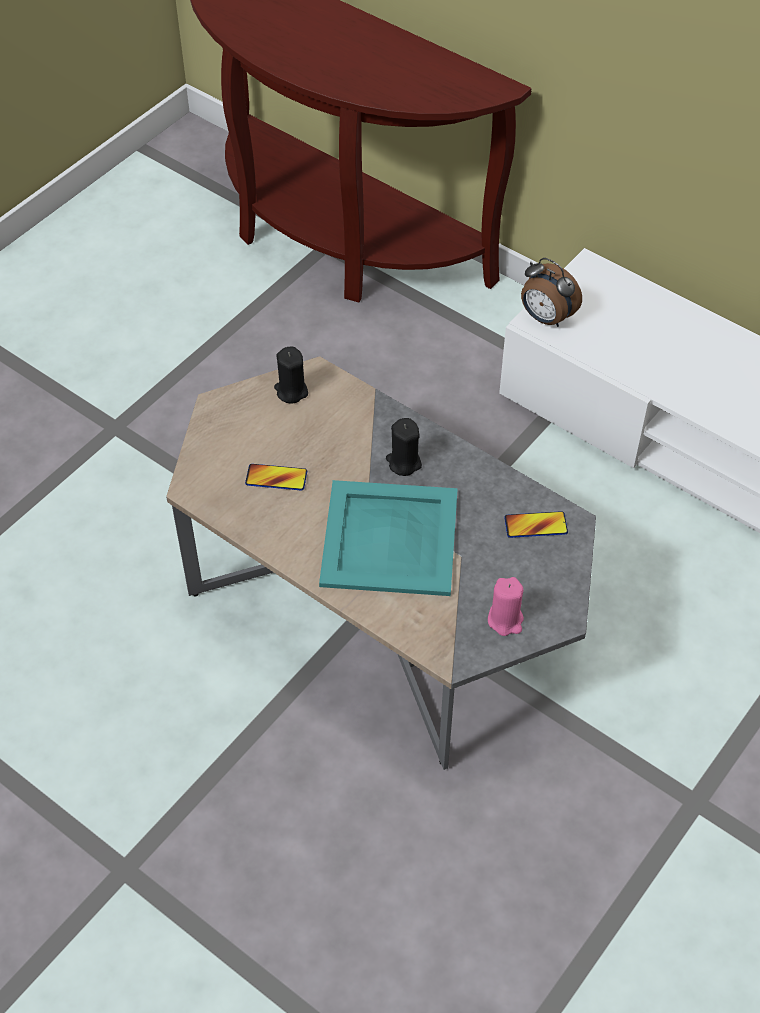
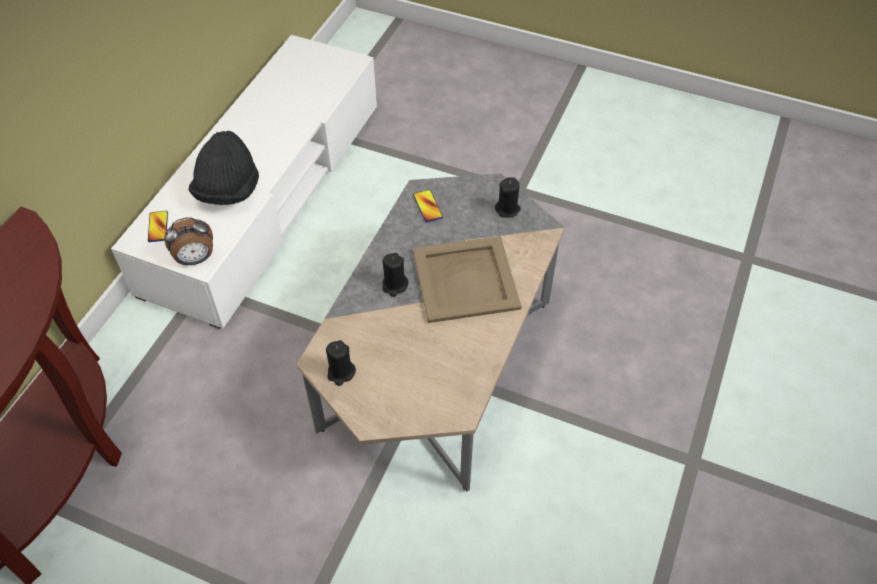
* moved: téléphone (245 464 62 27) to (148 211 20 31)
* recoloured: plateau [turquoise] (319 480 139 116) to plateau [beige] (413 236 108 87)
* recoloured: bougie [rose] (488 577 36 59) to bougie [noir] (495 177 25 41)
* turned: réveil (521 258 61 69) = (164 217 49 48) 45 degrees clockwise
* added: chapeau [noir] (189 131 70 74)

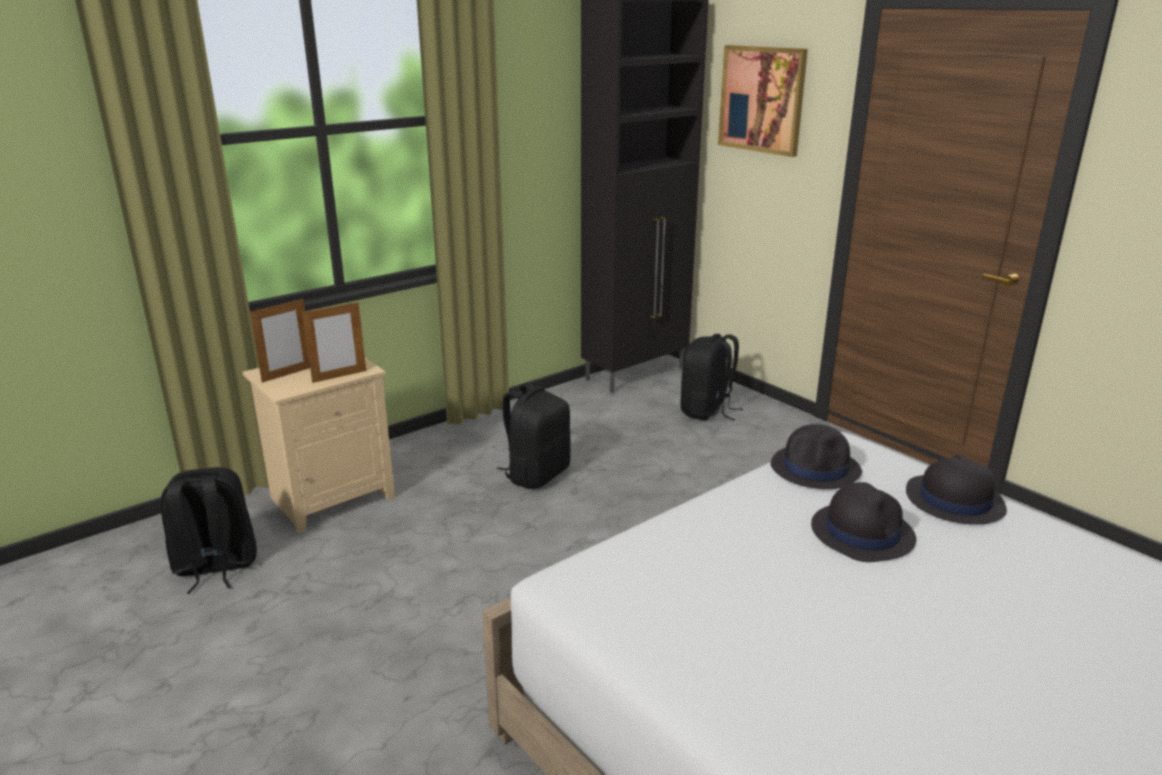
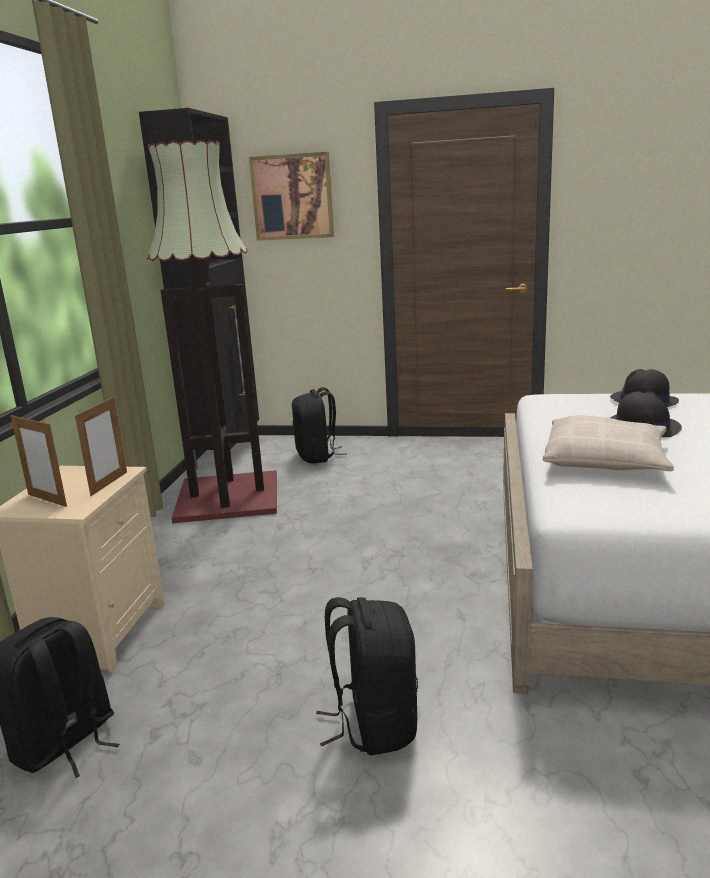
* turned: cadre photo (250 298 60 85) = (11 415 56 92) 120 degrees clockwise
* moved: sac à dos [noir] (497 382 74 107) to (316 597 102 158)
* removed: chapeau [noir] (771 424 91 65)
* added: lampadaire (147 140 130 383)
* added: coussin [beige] (543 415 131 56)

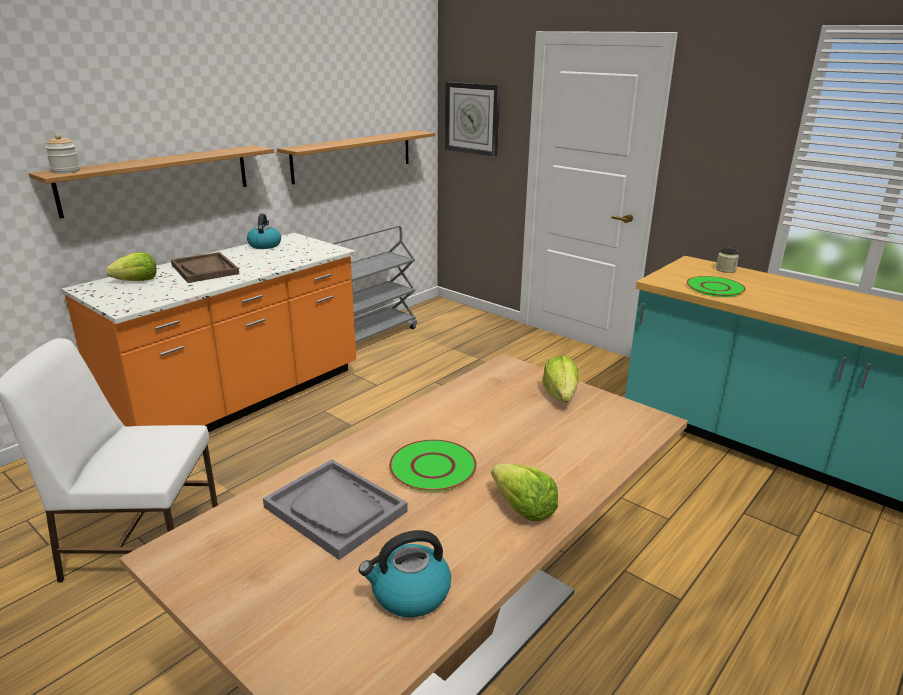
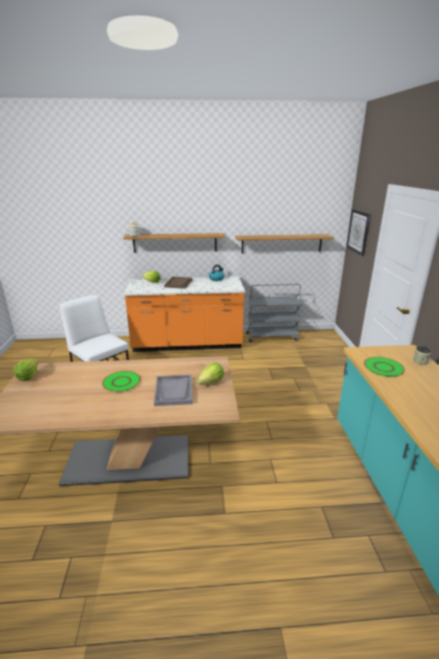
* moved: plateau [gris] (263 459 145 101) to (154 375 39 31)
* removed: bouilloire (359 530 92 88)
* moved: laitue (491 463 67 58) to (14 359 24 22)

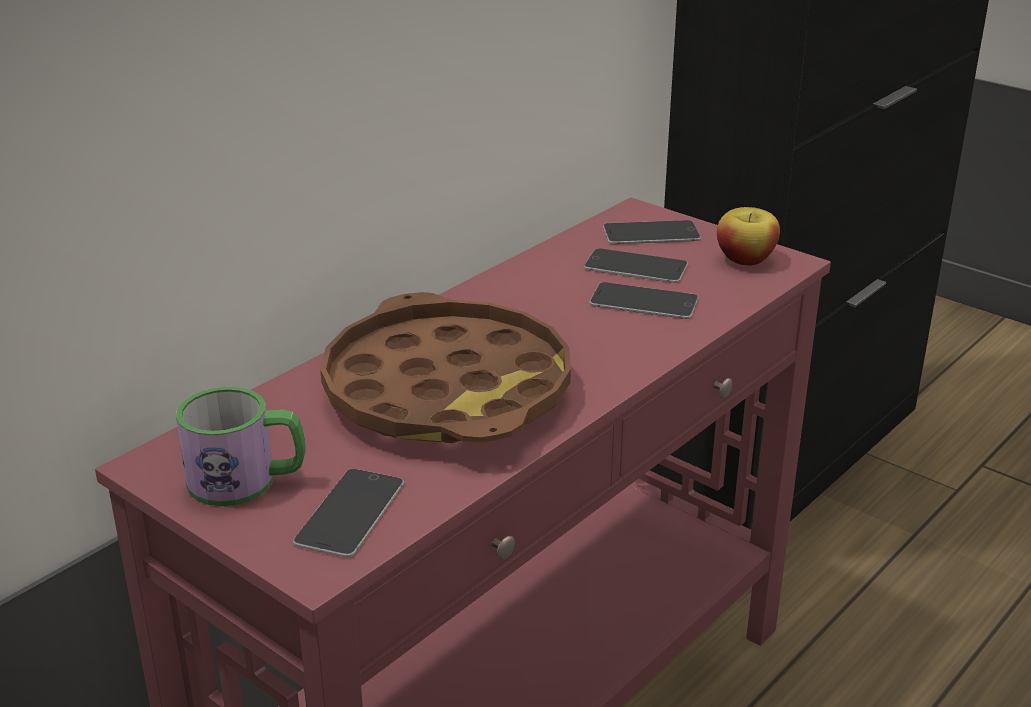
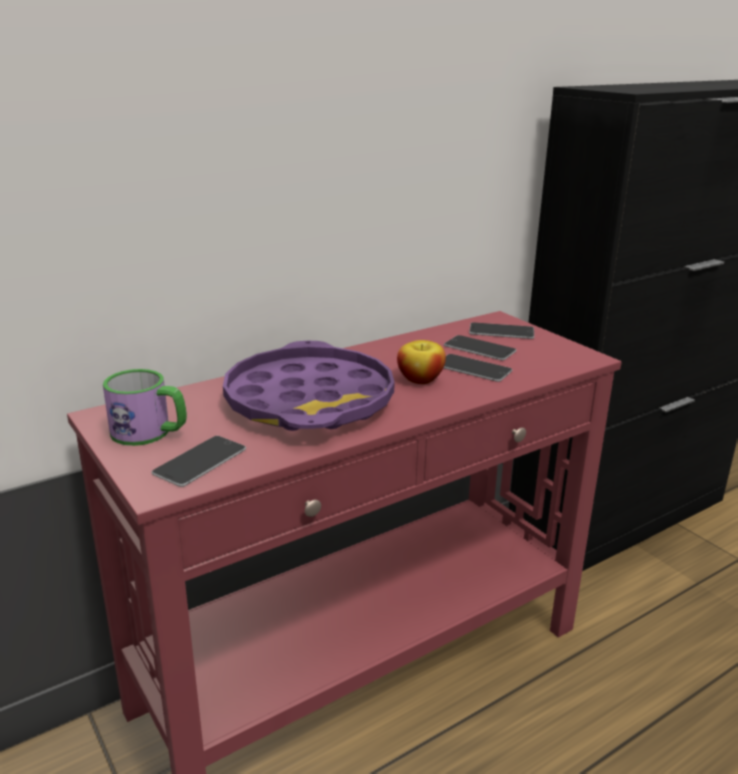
* recoloured: plateau [marron] (320 292 251 151) to plateau [violet] (223 341 172 90)
* moved: pomme (717 207 63 58) to (397 340 49 44)

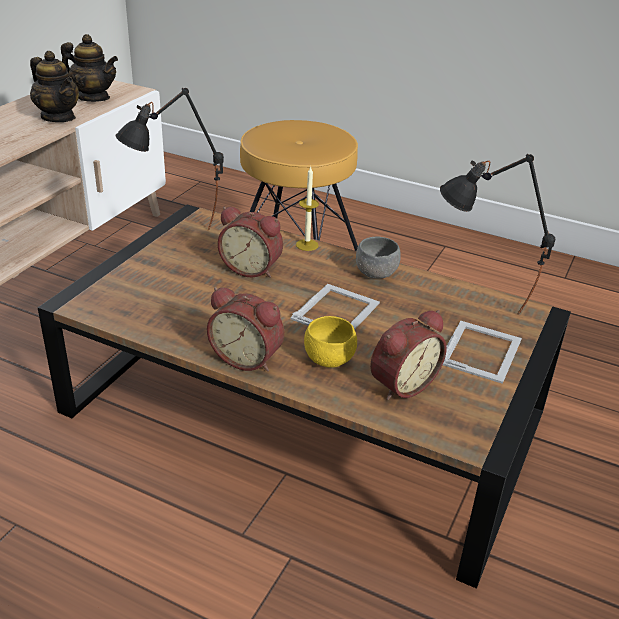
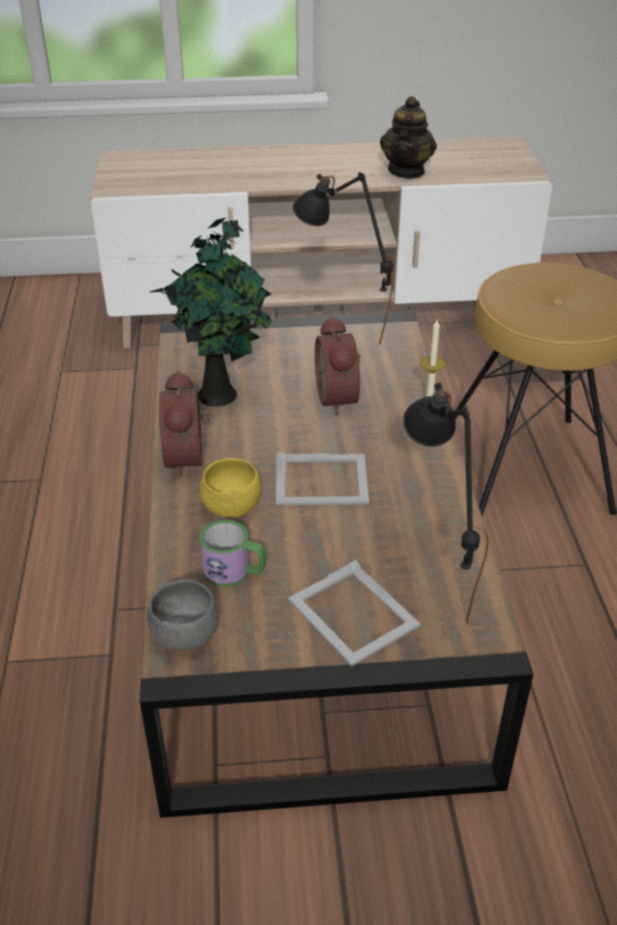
* removed: théière (61 34 57 68)
* moved: bol [gris] (356 237 45 42) to (147 579 71 72)
* replaced: réveil (370 310 77 90) to mug (200 520 67 66)
* turned: cadre photo (443 321 79 63) = (288 560 133 106) 60 degrees clockwise
* added: plante en pot (150 218 122 189)

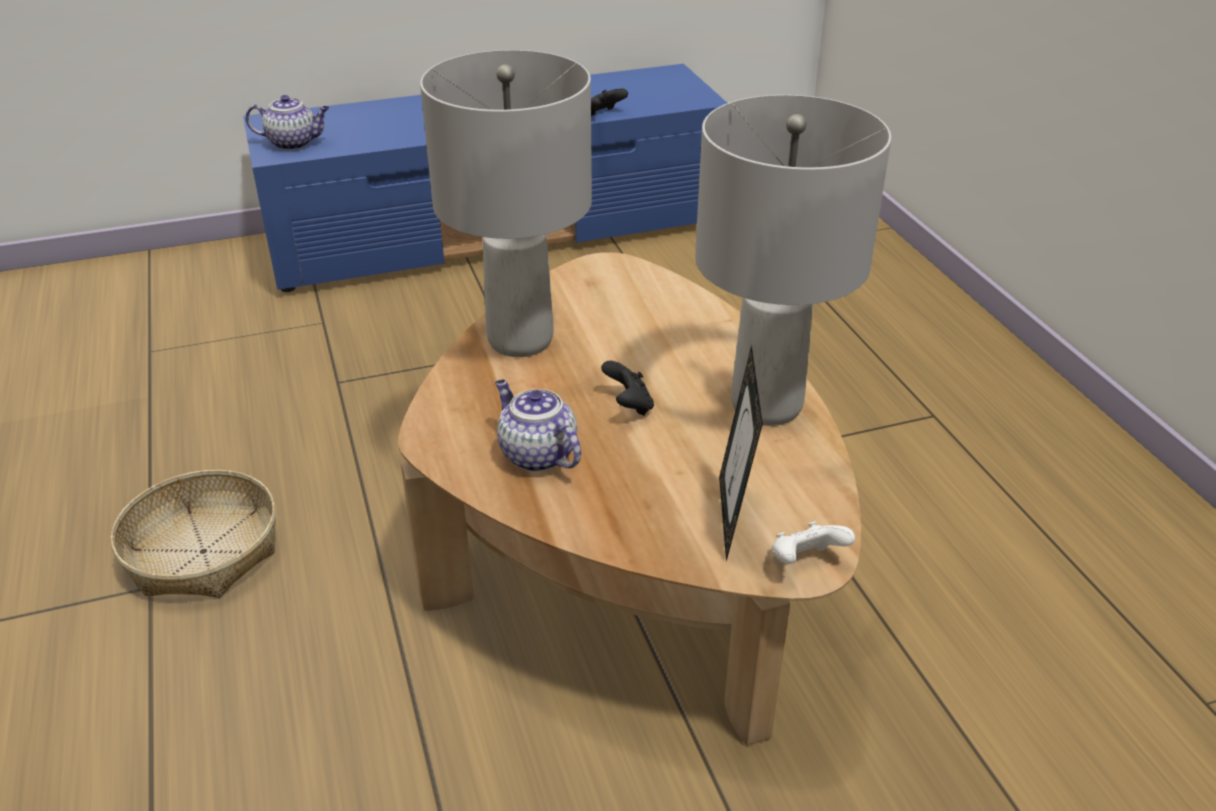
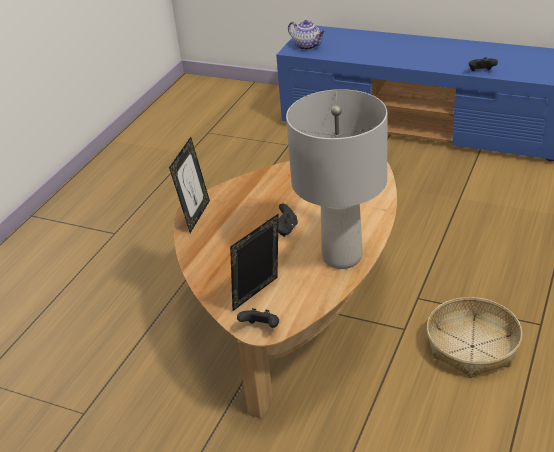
* moved: panier (111 470 165 128) to (427 297 96 81)
* removed: lampe de table [gris] (420 50 172 307)
* removed: théière (495 380 86 92)
* recoloured: manette [blanc] (772 521 83 43) to manette [noir] (237 308 42 20)
* added: cadre photo (169 137 41 96)

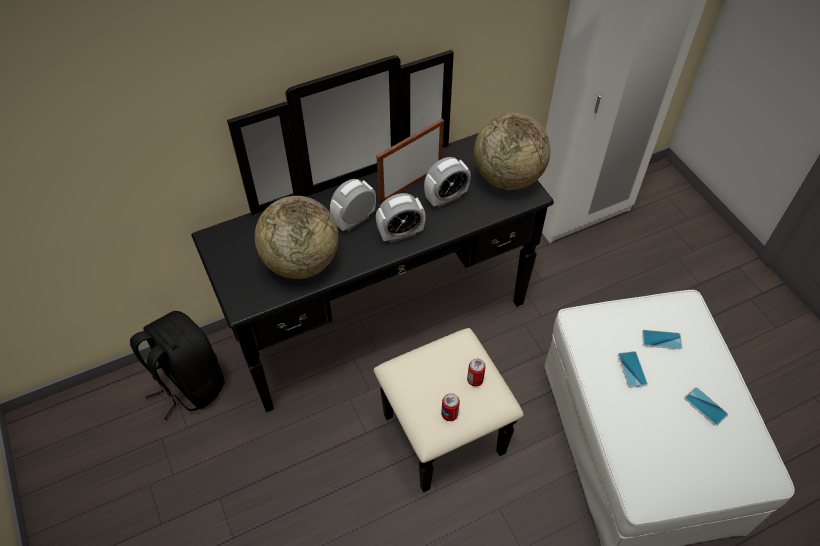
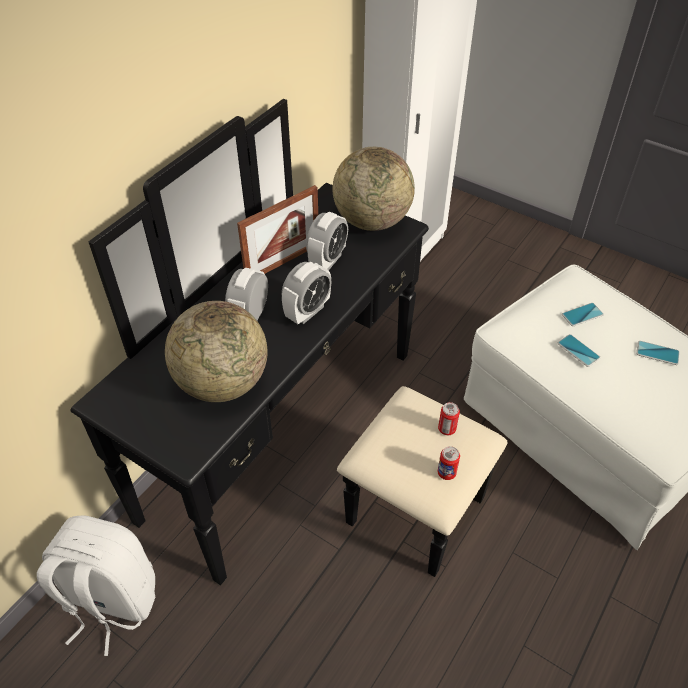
* recoloured: sac à dos [noir] (130 311 95 109) to sac à dos [blanc] (37 515 118 141)
* turned: cadre photo (376 119 68 85) = (237 185 81 89) 150 degrees counterclockwise

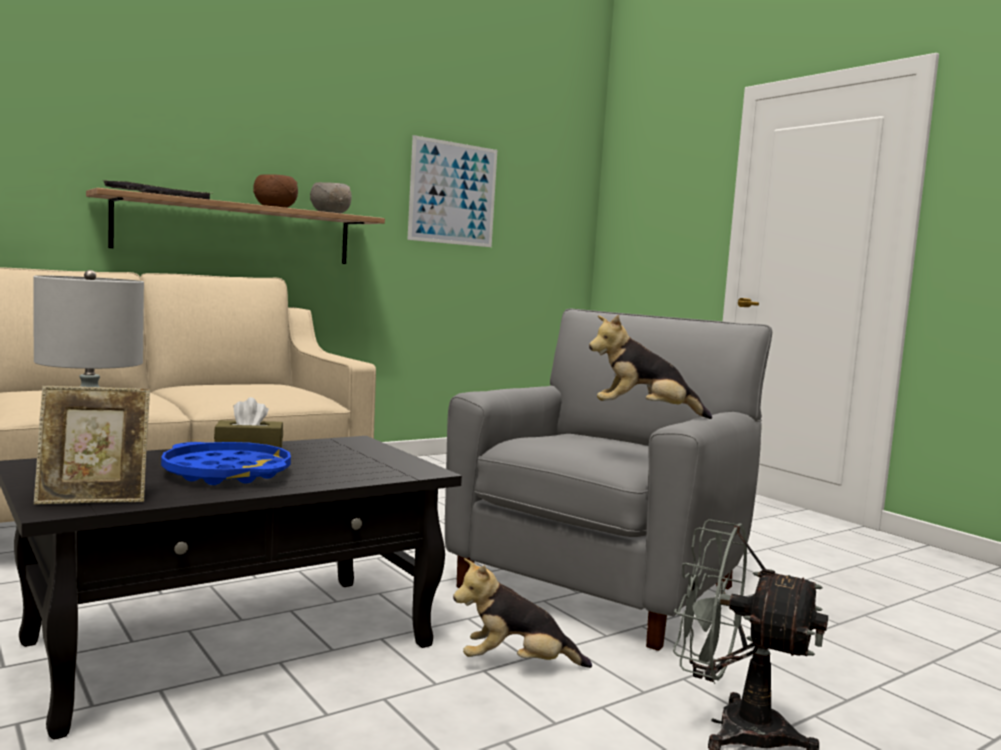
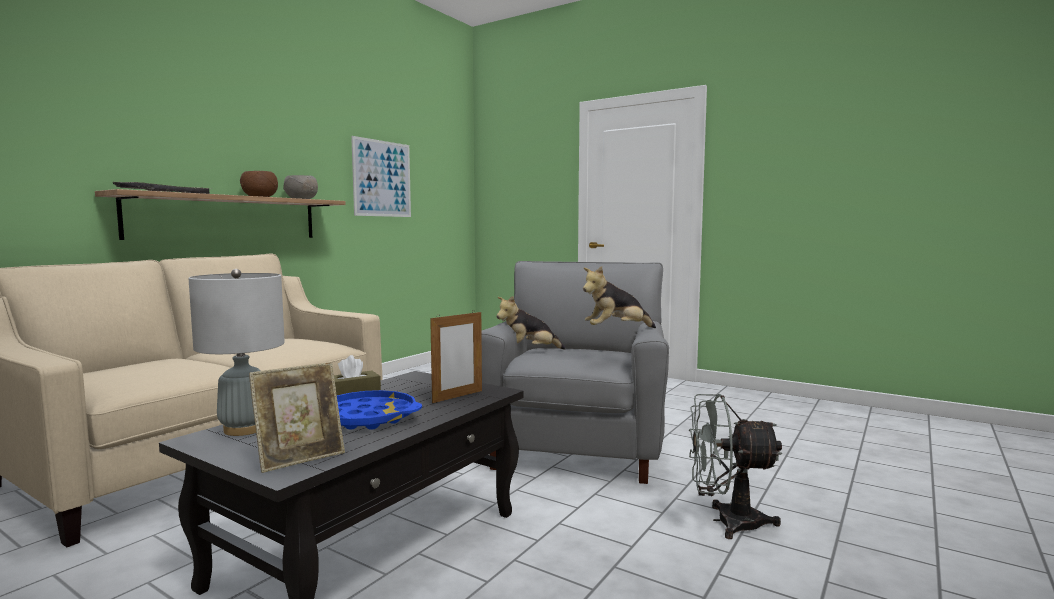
* moved: peluche (453 558 139 110) to (496 296 70 54)
* added: cadre photo (430 310 52 93)

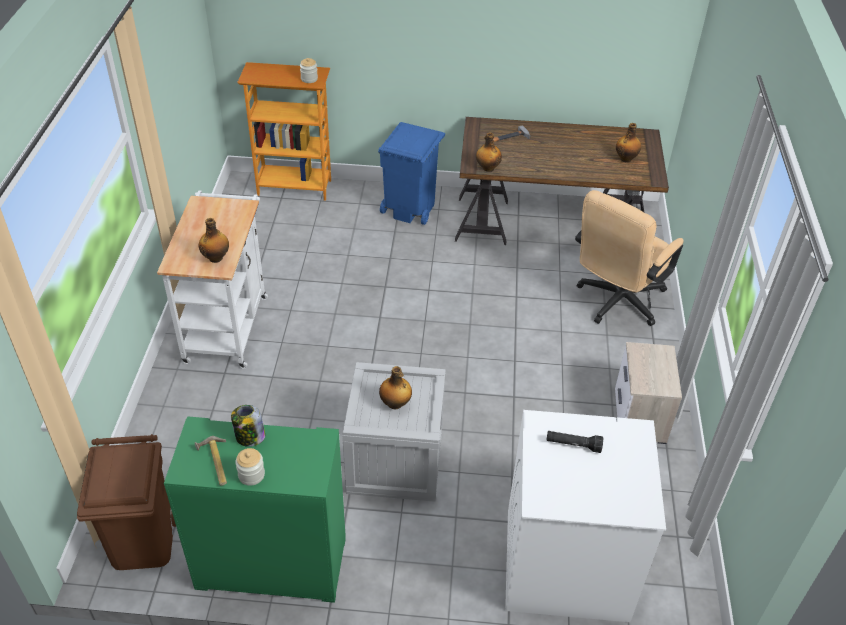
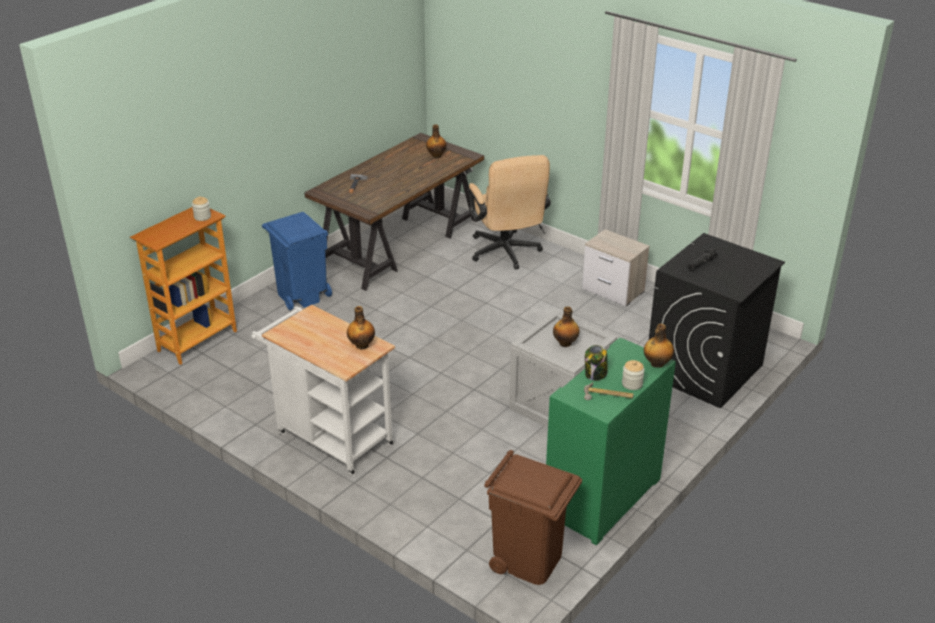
* moved: bouteille (476 132 26 40) to (644 324 30 44)
* recoloured: lave-linge [blanc] (505 410 161 212) to lave-linge [noir] (649 233 136 176)

